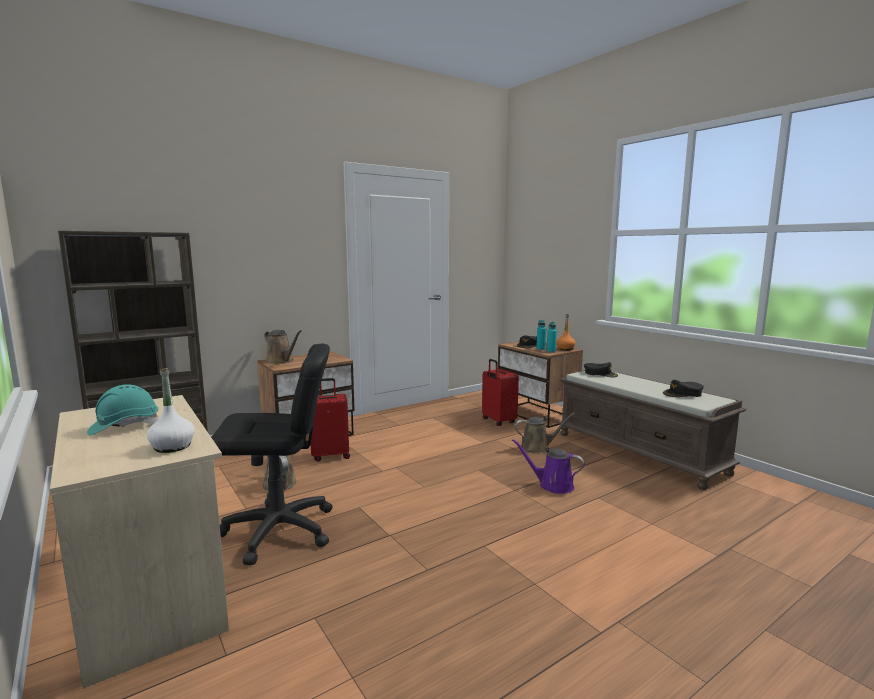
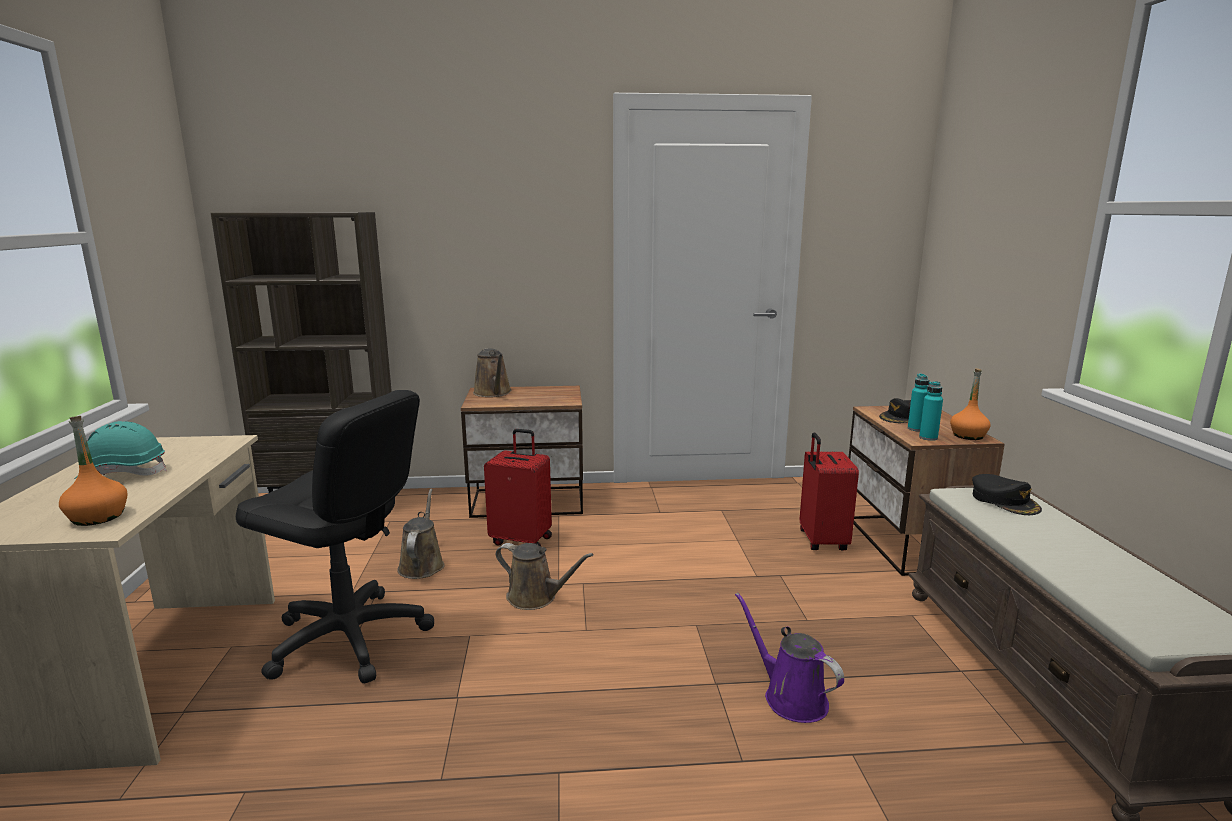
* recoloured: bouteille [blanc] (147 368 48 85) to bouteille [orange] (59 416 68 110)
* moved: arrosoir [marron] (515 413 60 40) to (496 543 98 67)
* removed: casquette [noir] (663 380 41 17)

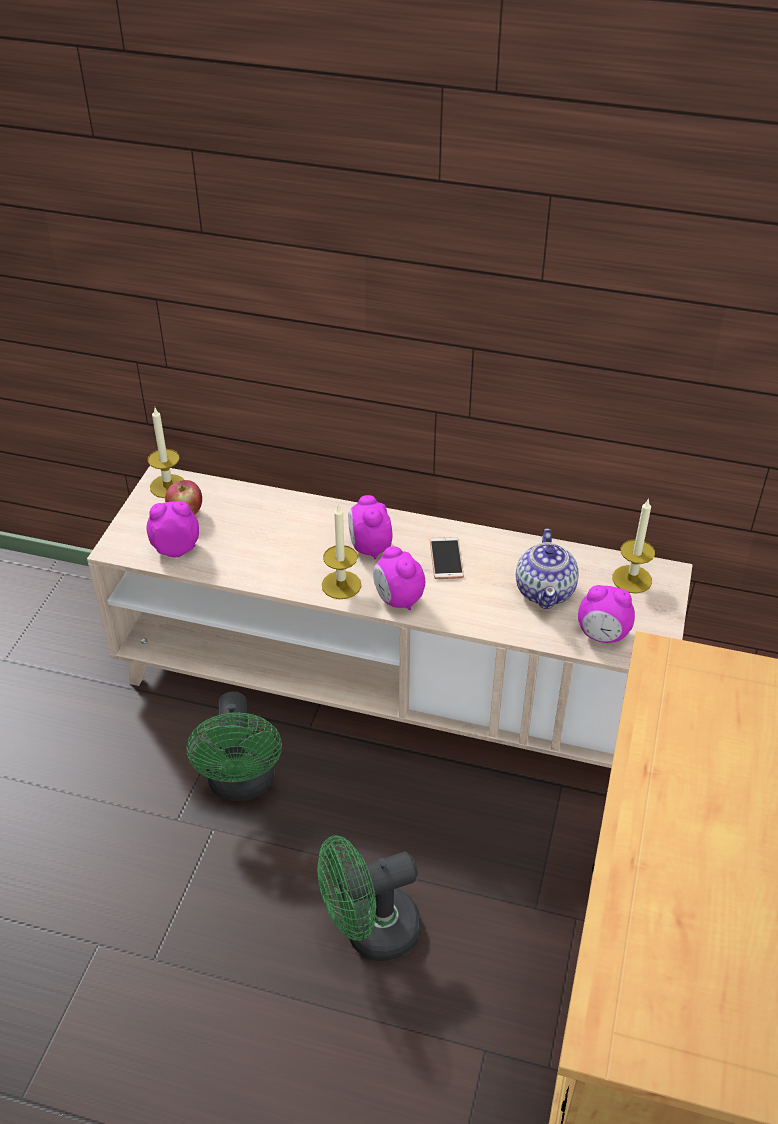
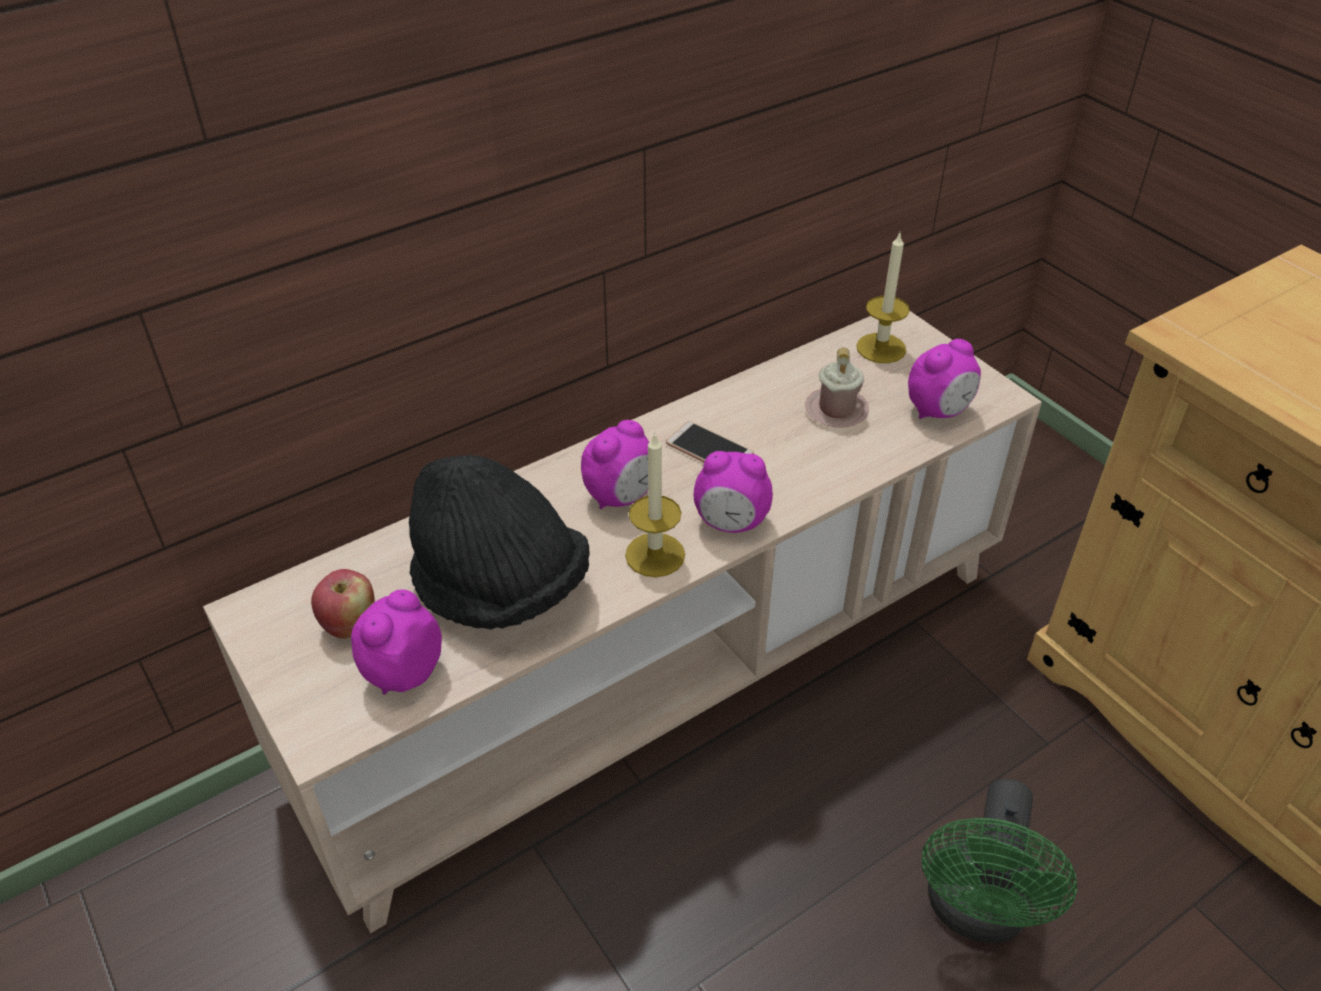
* removed: bougie (148 408 36 90)
* removed: ventilateur [vert] (186 691 96 110)
* turned: réveil (348 495 44 64) = (581 420 68 89) 75 degrees counterclockwise
* replaced: théière (516 528 63 81) to mug [rose] (805 347 64 80)
* added: chapeau [noir] (409 455 180 175)

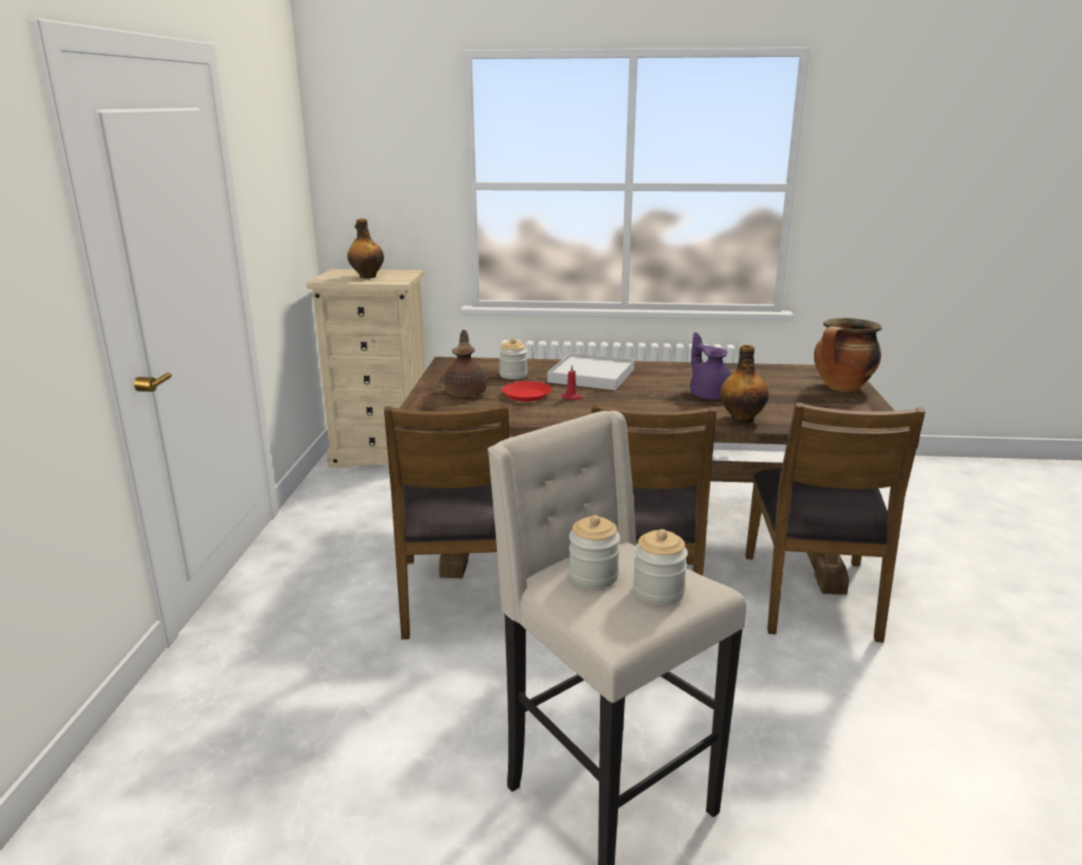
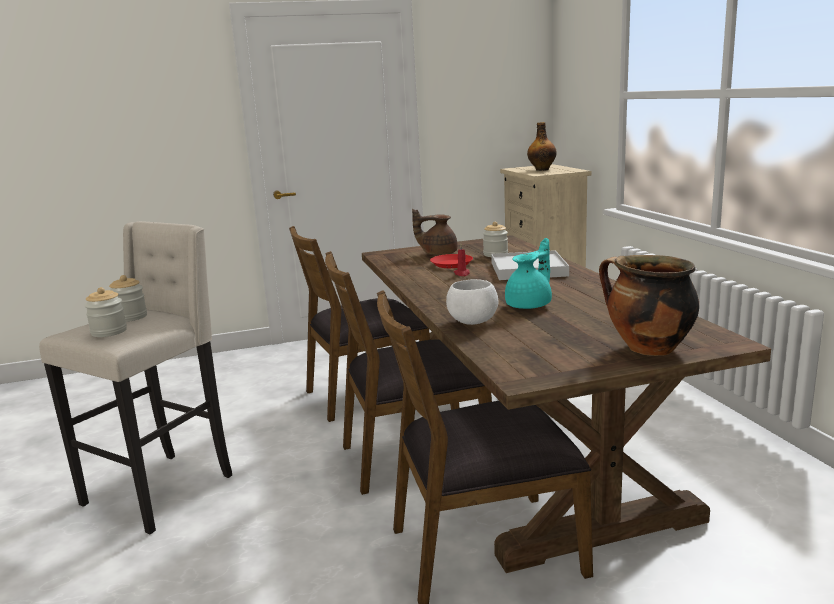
* turned: théière [marron] (444 330 43 67) = (412 209 46 46) 150 degrees counterclockwise
* recoloured: théière [violet] (690 332 42 68) to théière [turquoise] (505 238 47 71)
* replaced: bouteille (720 345 49 79) to bol [blanc] (446 279 53 46)

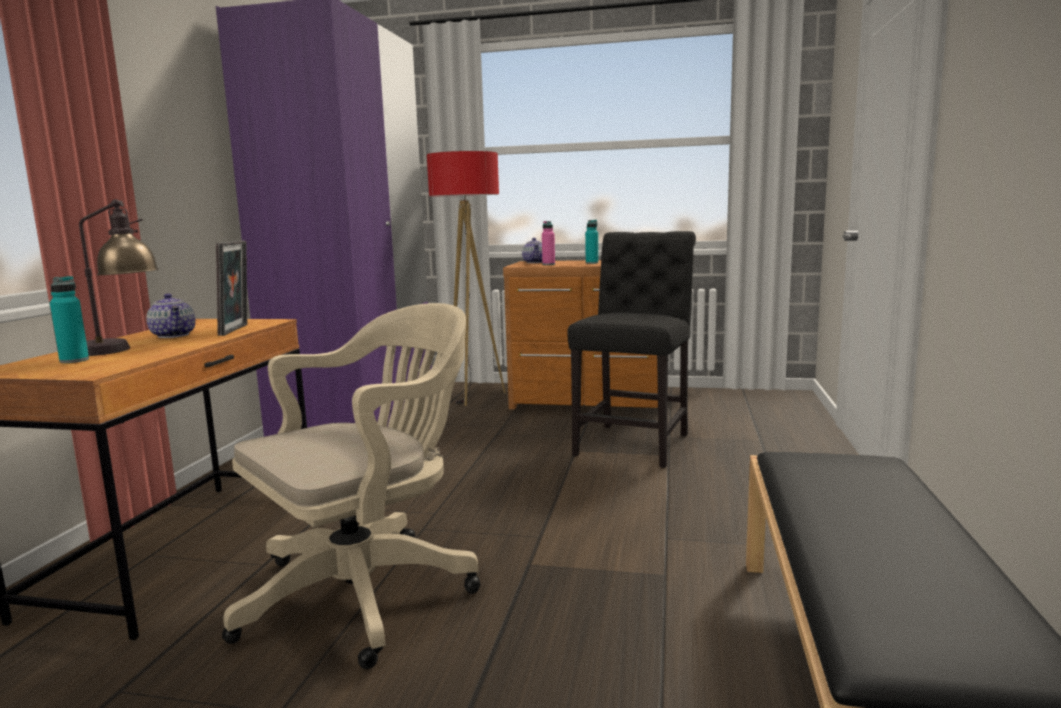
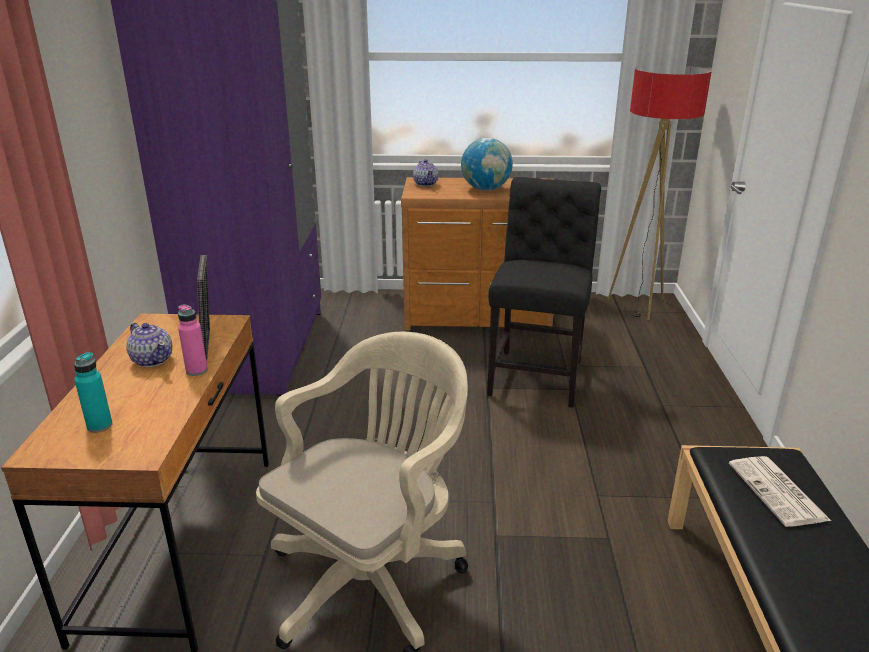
* removed: lampe de table (79 199 80 157)
* moved: lampadaire (427 151 78 255) to (608 65 104 255)
* moved: bouteille [rose] (542 221 13 44) to (178 304 30 72)
* replaced: bouteille [turquoise] (585 220 13 44) to globe (461 138 52 53)
* added: journal (729 456 102 71)

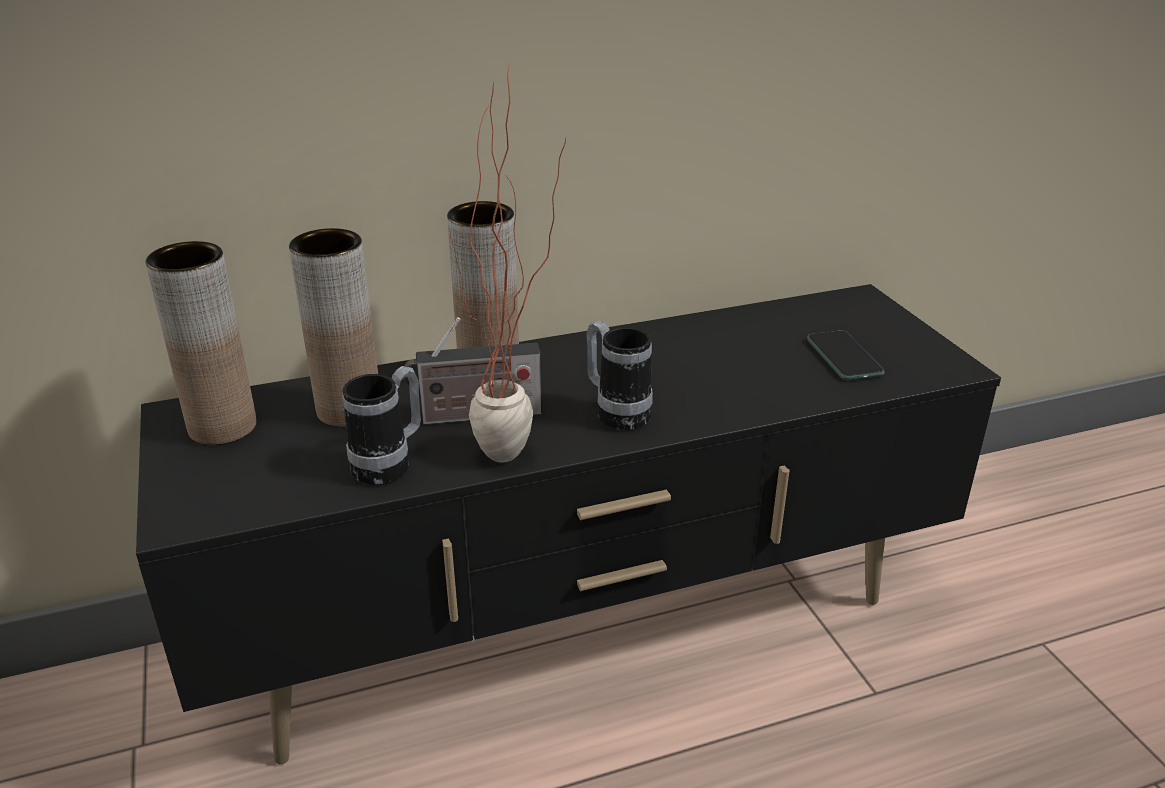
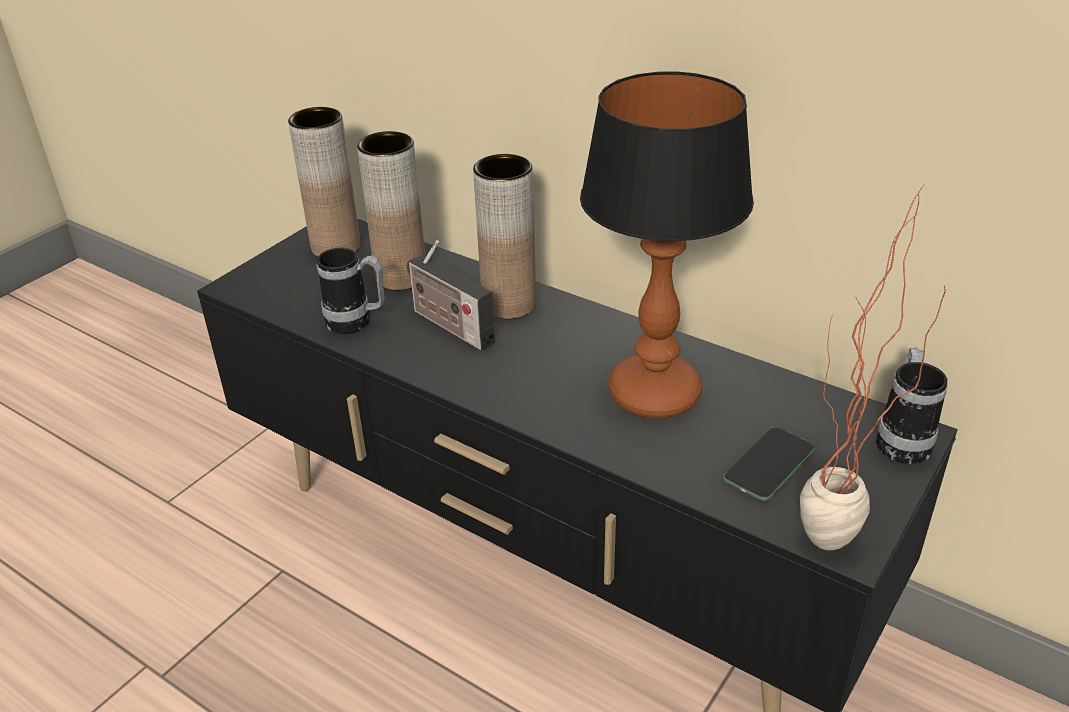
* moved: plante en pot (449 62 117 400) to (800 187 146 364)
* moved: mug (586 321 66 109) to (876 348 71 116)
* added: lampe de table (580 71 174 347)

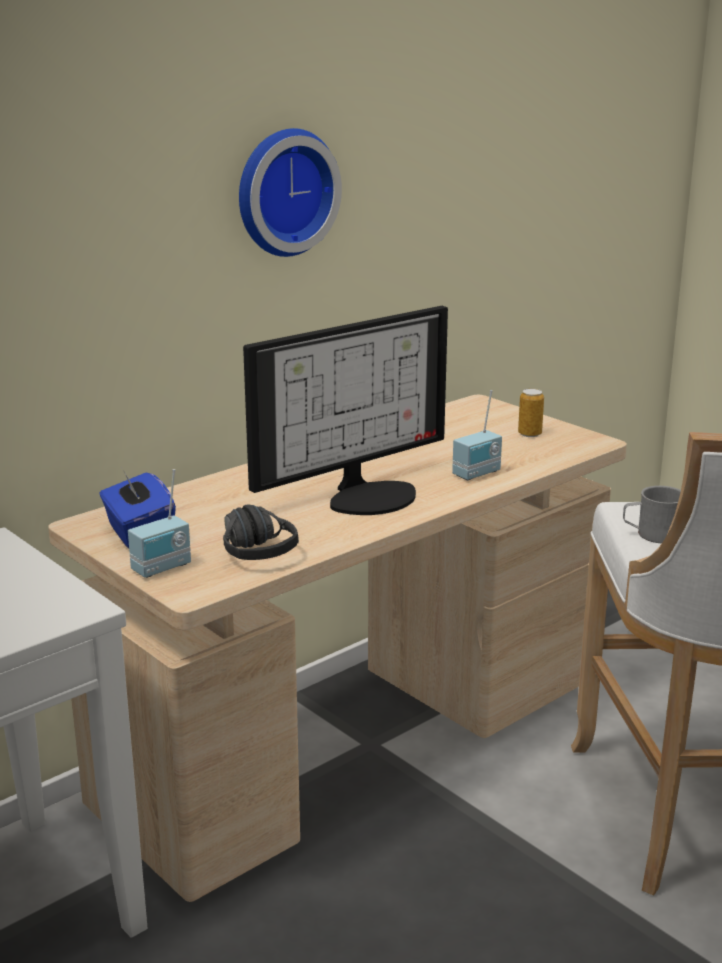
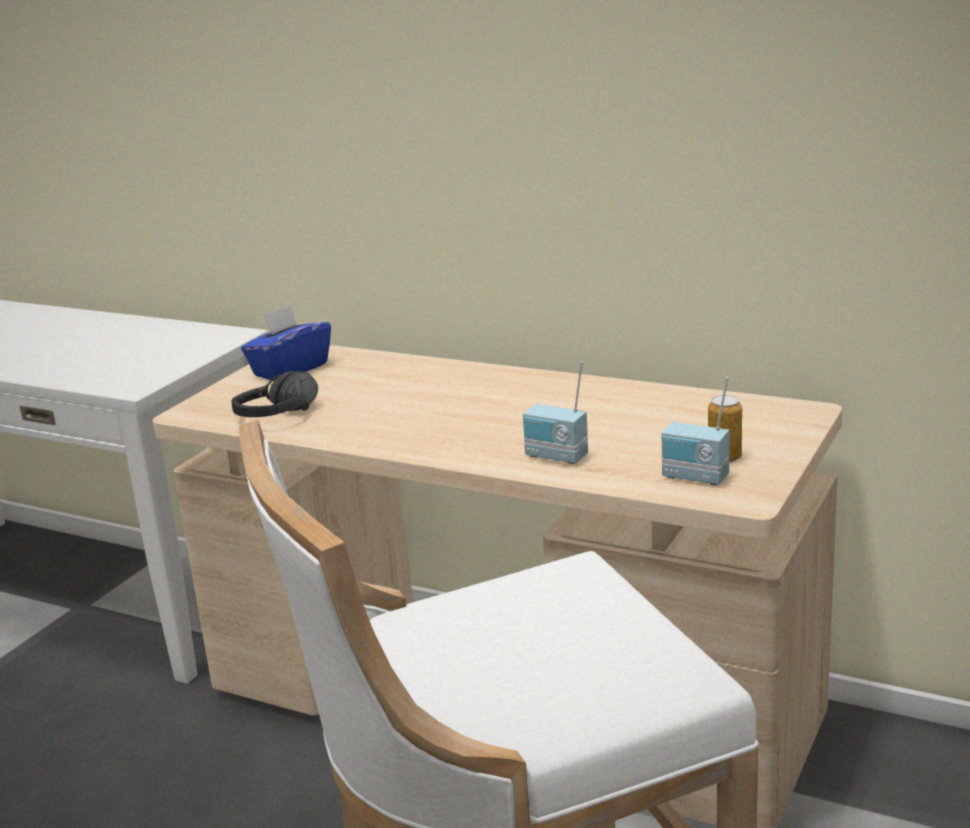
* moved: radio (128 469 63 109) to (661 377 68 108)
* removed: horloge murale (239 128 103 129)
* removed: écran d'ordinateur (243 306 205 209)
* removed: mug [gris] (623 486 58 57)

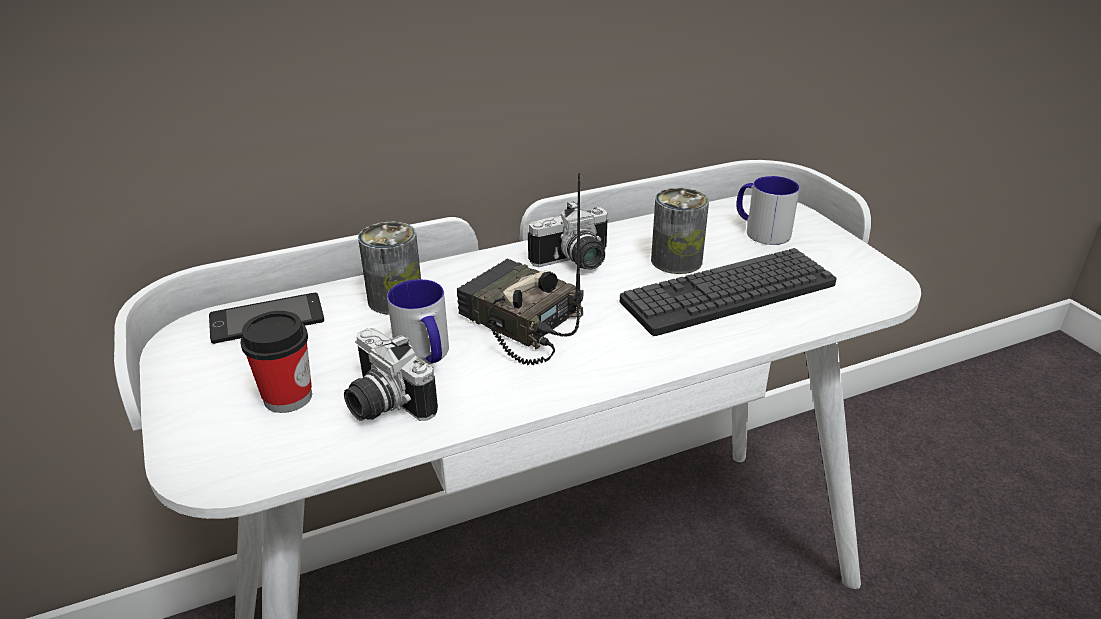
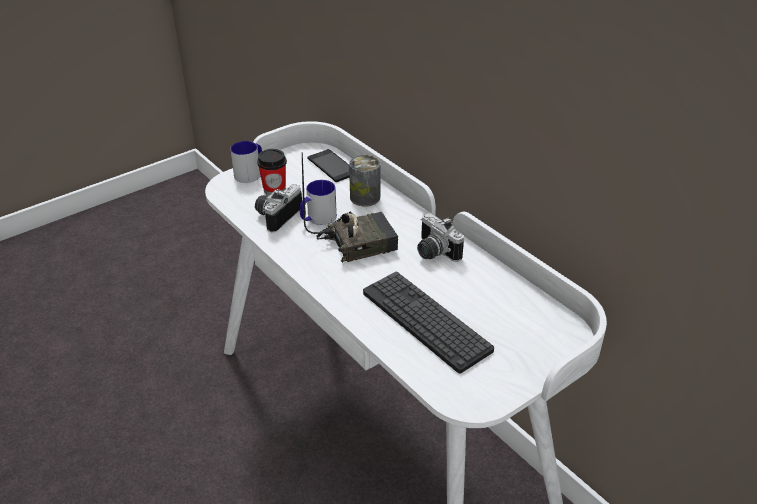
* turned: radio (457 173 127 192) = (302 153 96 110) 45 degrees clockwise
* removed: boîte métallique (651 188 58 86)
* moved: mug (736 176 64 69) to (230 141 32 42)

